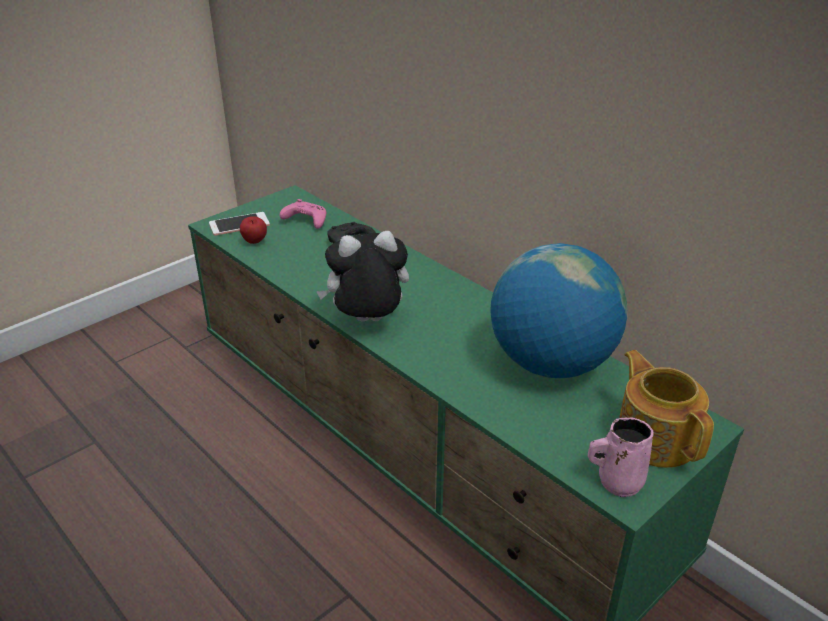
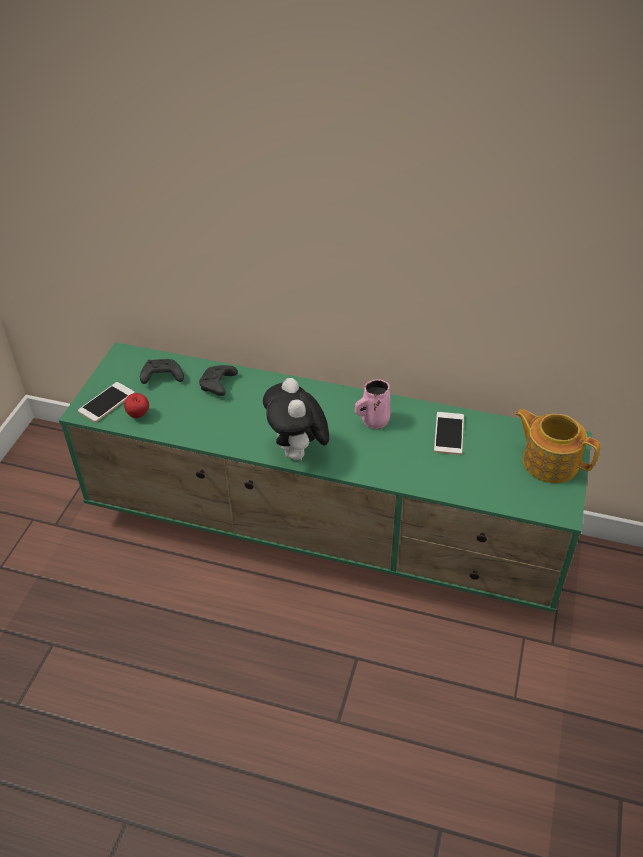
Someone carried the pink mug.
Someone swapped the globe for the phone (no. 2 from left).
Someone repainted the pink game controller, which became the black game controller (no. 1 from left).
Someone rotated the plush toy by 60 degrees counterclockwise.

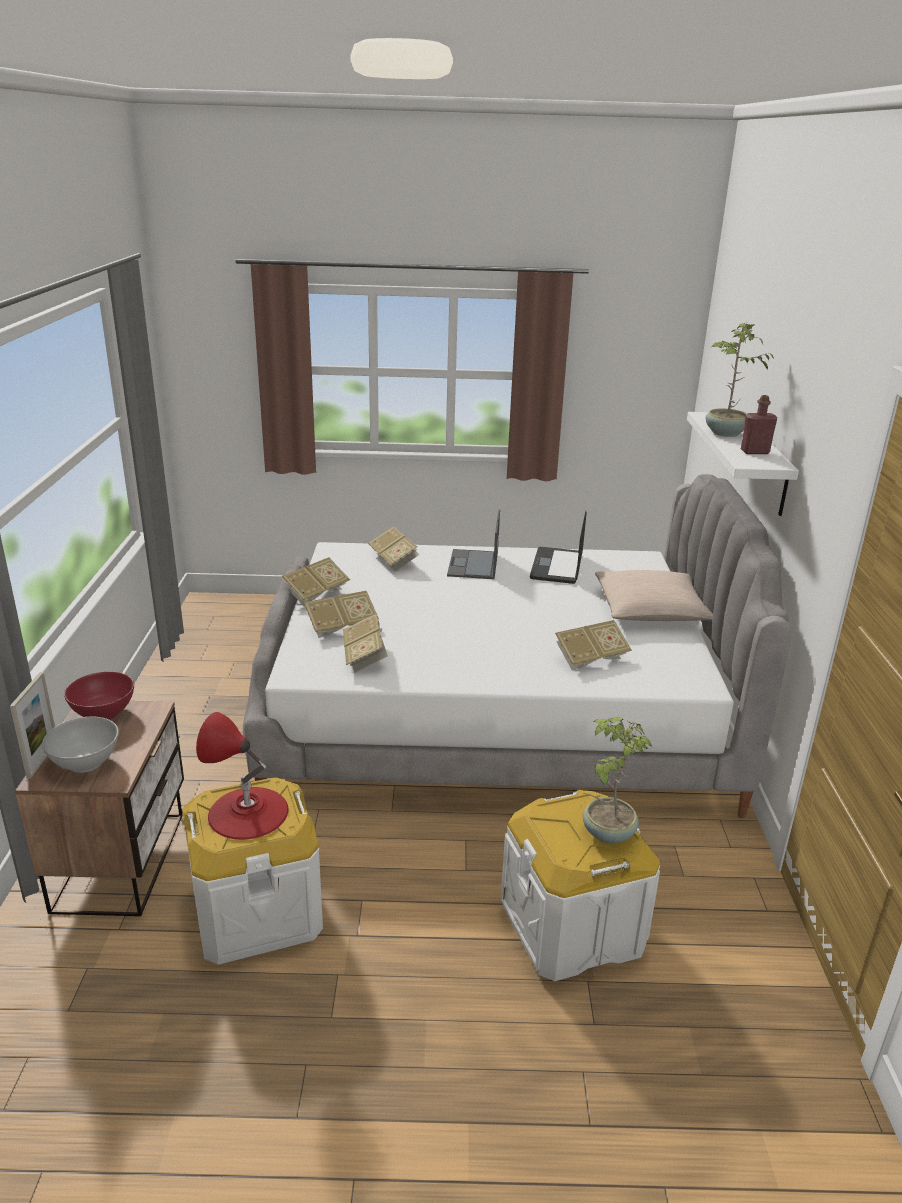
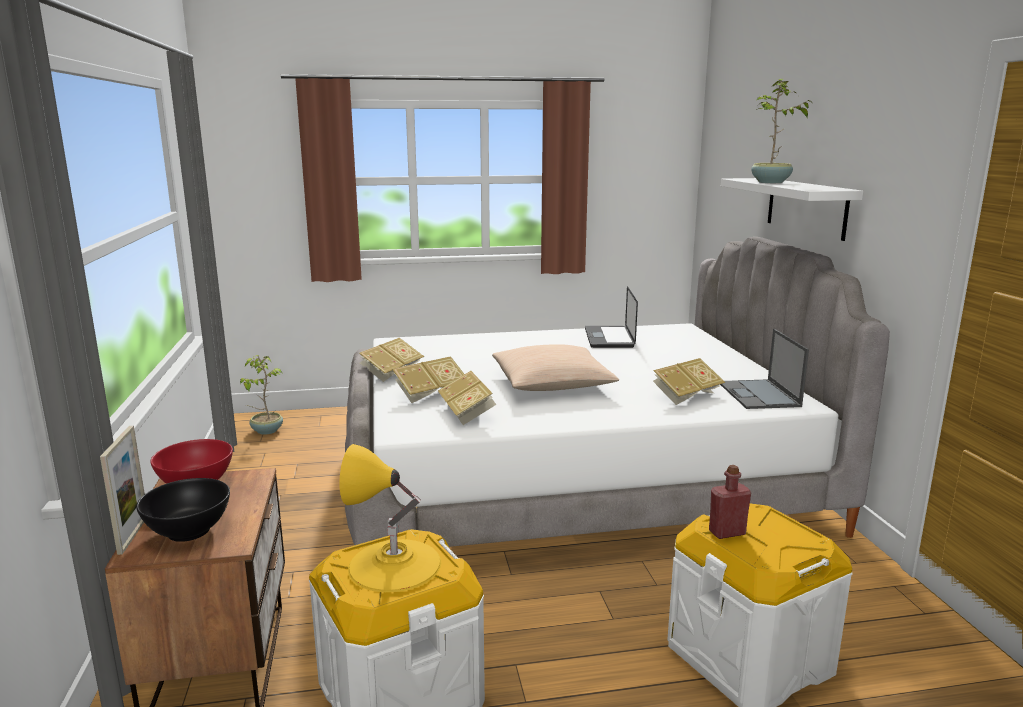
Someone took away the book (no. 4 from left).
Someone carried the laptop (no. 1 from left in the first image).
Someone carried the potted plant (no. 1 from left).
Someone carried the beige pillow.
Someone carried the red bottle.
Someone repainted the white bowl, which became the black bowl.
Someone repainted the red table lamp, which became the yellow table lamp.

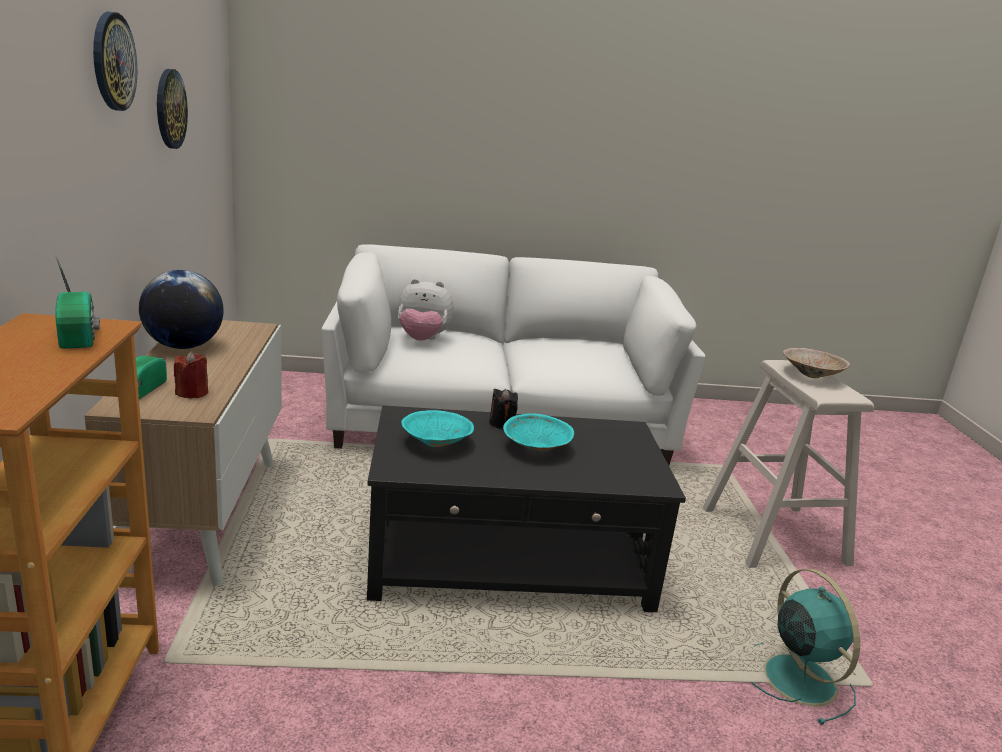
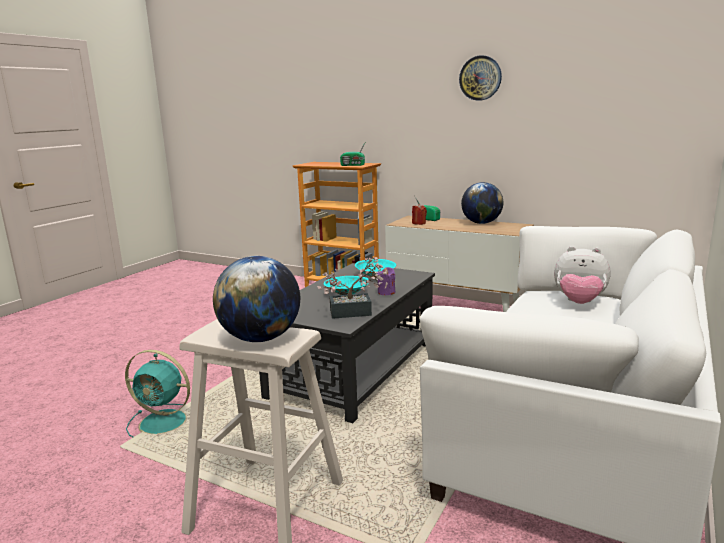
Someone took away the wall clock (no. 2 from left).
Someone put down the potted plant.
Someone swapped the beige bowl for the globe (no. 1 from left).
Someone repainted the black candle, which became the purple candle.
Someone rotated the plush toy by 105 degrees counterclockwise.

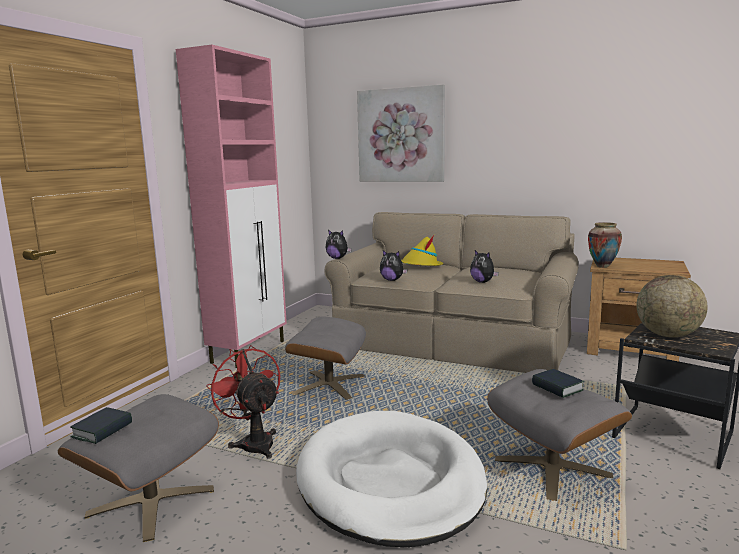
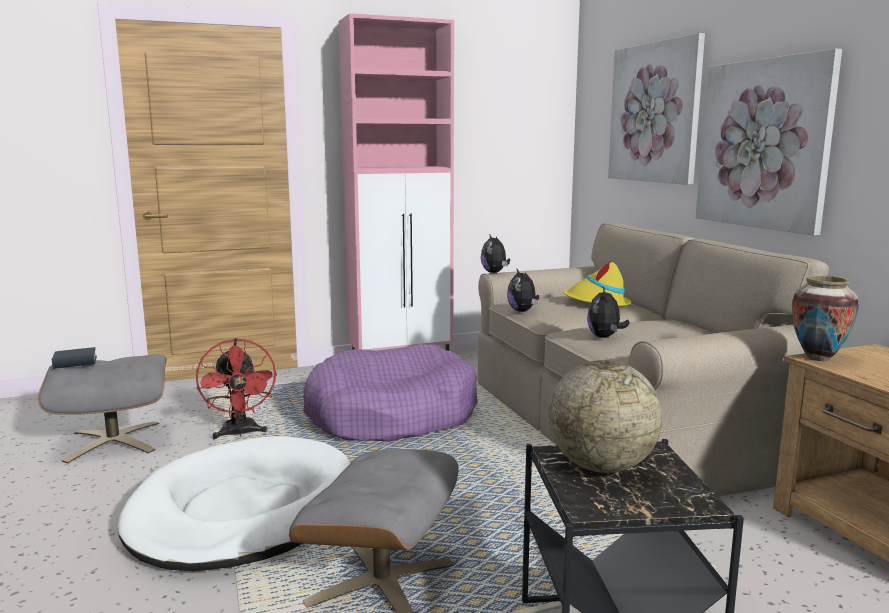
Someone took away the book (no. 2 from left).
Someone put up the picture (no. 2 from left).
Someone swapped the grey ottoman (no. 2 from left) for the purple dog bed.
Someone rotated the red fan by 150 degrees clockwise.

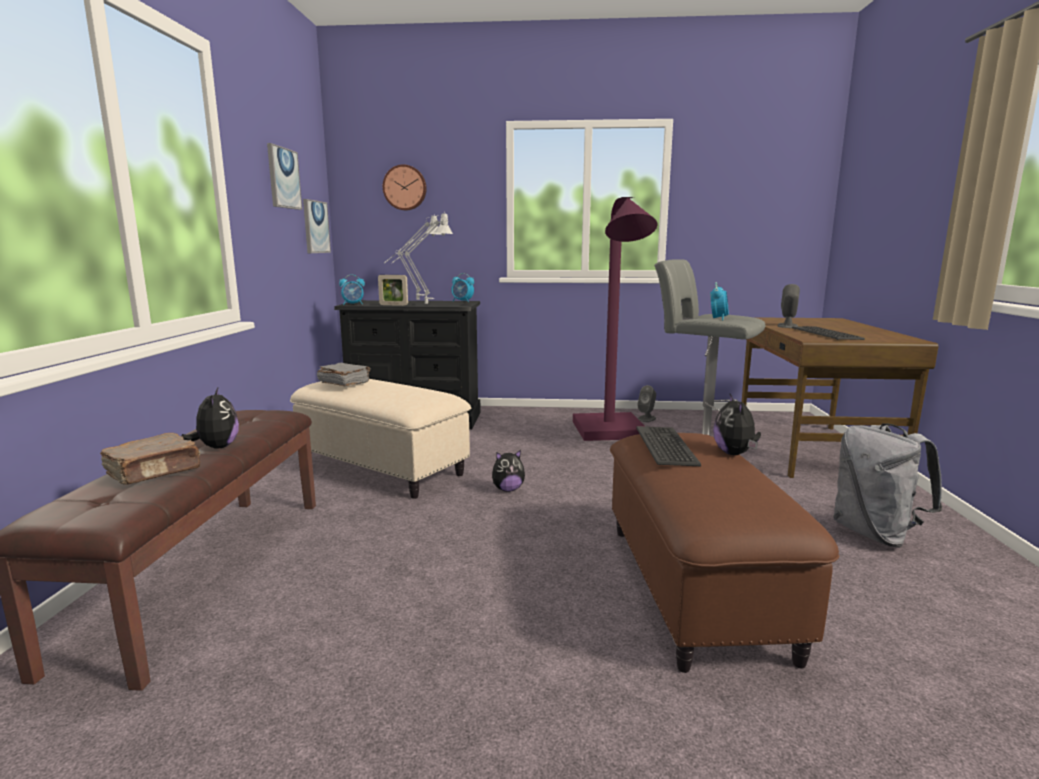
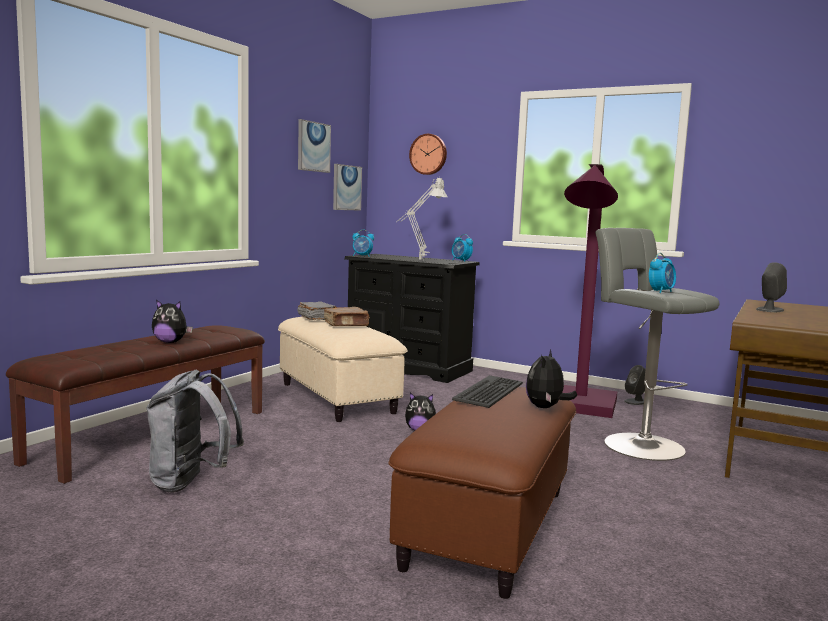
Someone took away the picture frame.
Someone took away the keyboard (no. 2 from left).
Someone carried the brown book.
Someone carried the grey backpack.
Someone rotated the plush toy (no. 1 from left) by 90 degrees clockwise.

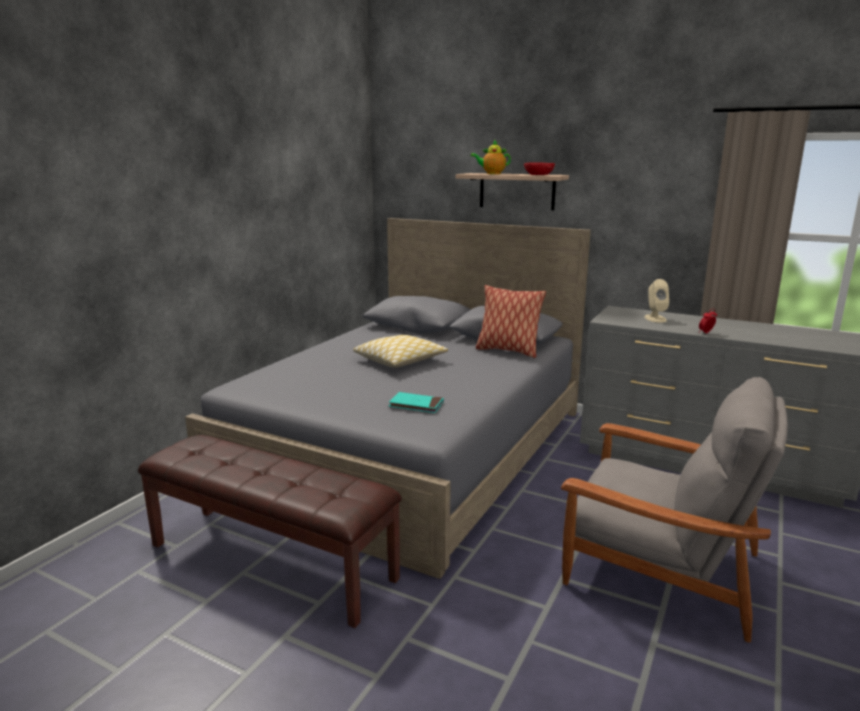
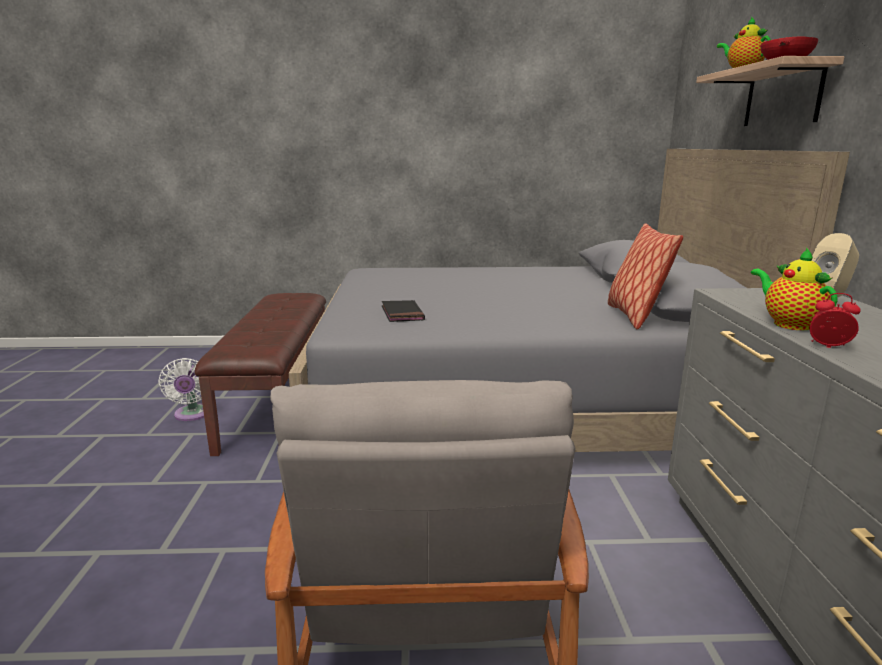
Someone took away the pillow (no. 1 from left).
Someone put down the white fan.
Someone put down the teapot (no. 2 from left).
Someone repainted the turquoise book, which became the black book.

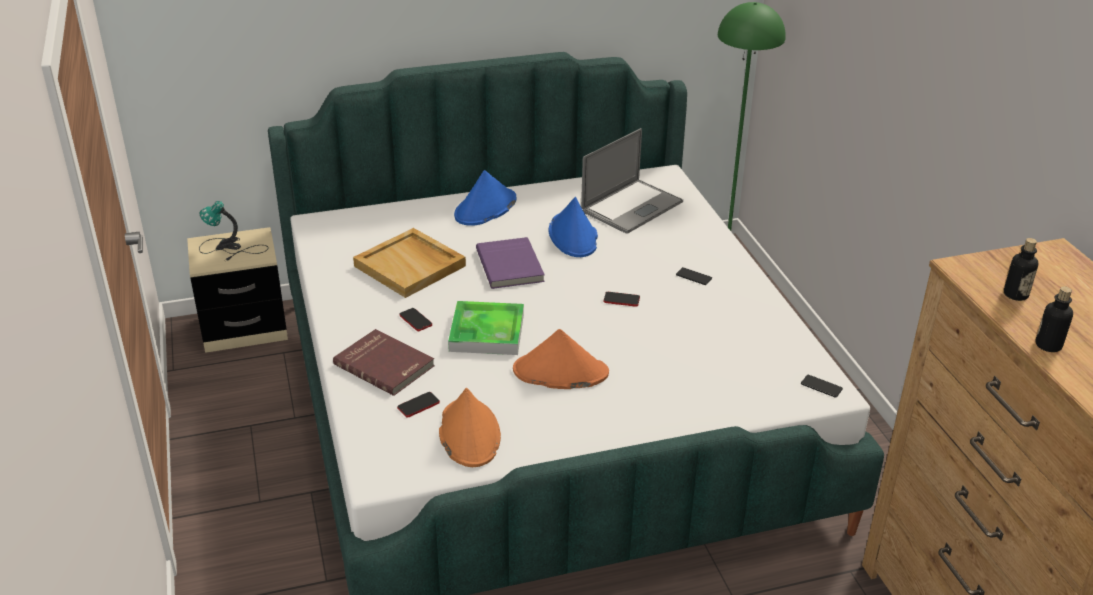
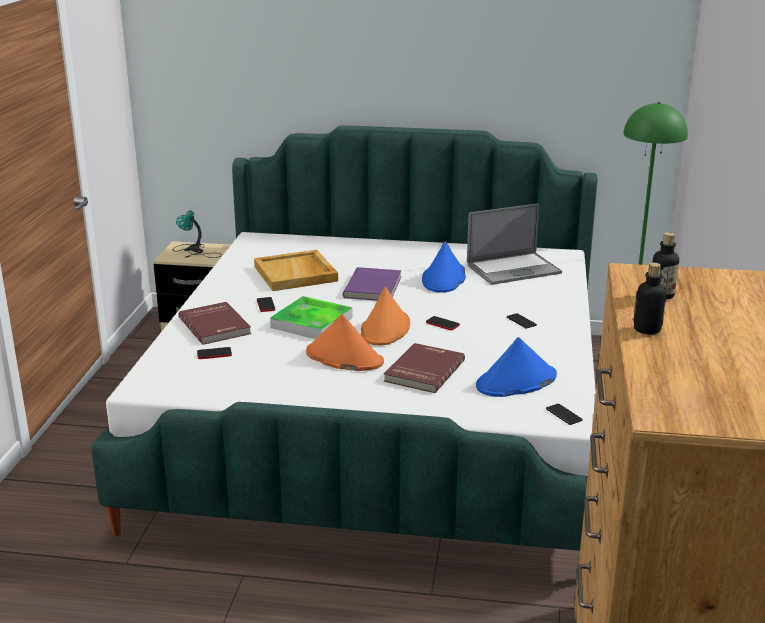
Someone put down the red book (no. 2 from left).
Someone carried the orange hat (no. 1 from left in the first image).
Someone carried the blue hat (no. 1 from left in the first image).

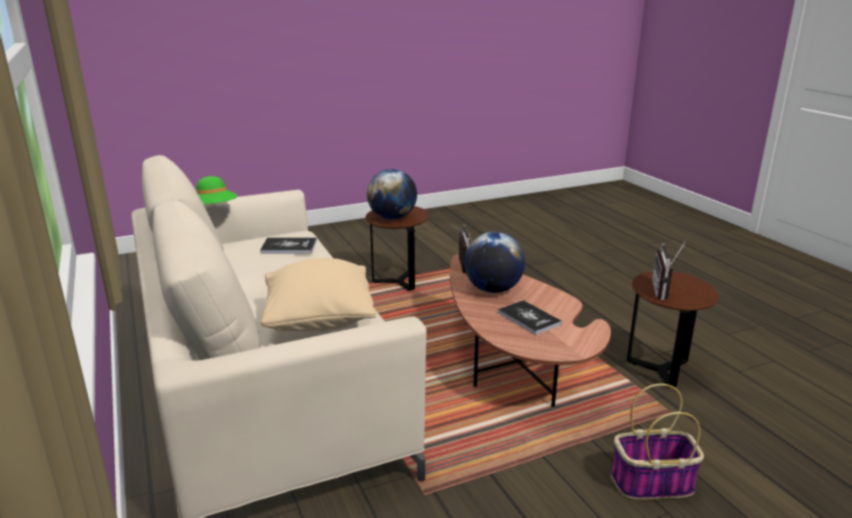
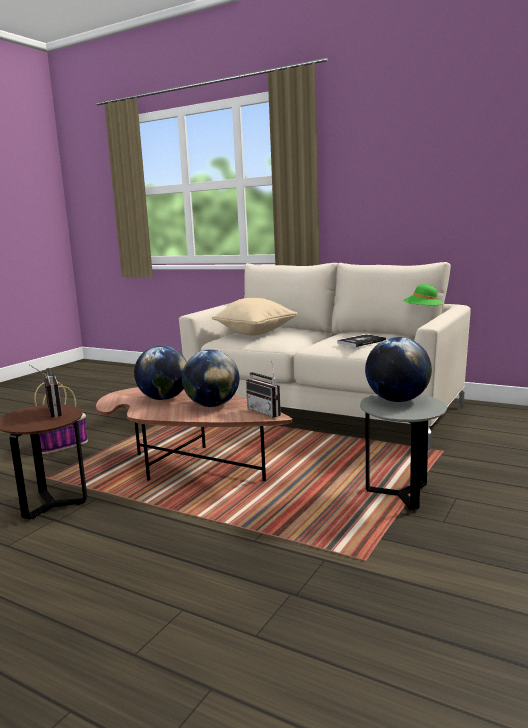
Someone swapped the book (no. 2 from left) for the globe (no. 1 from left).
Someone repainted the brown side table (no. 1 from left), which became the grey side table.

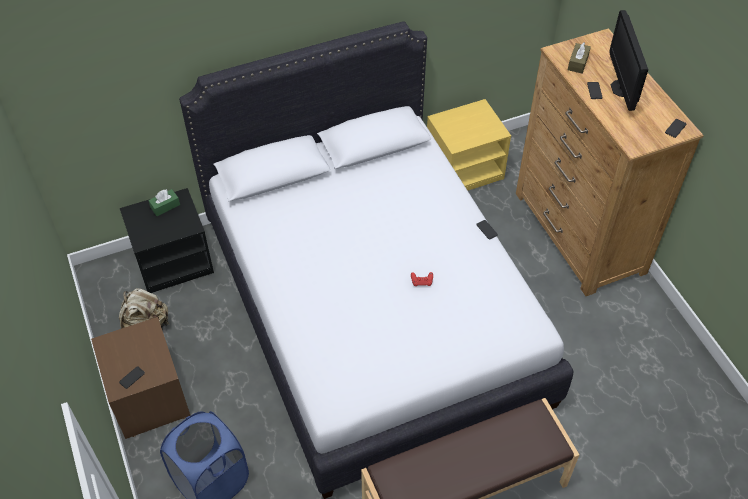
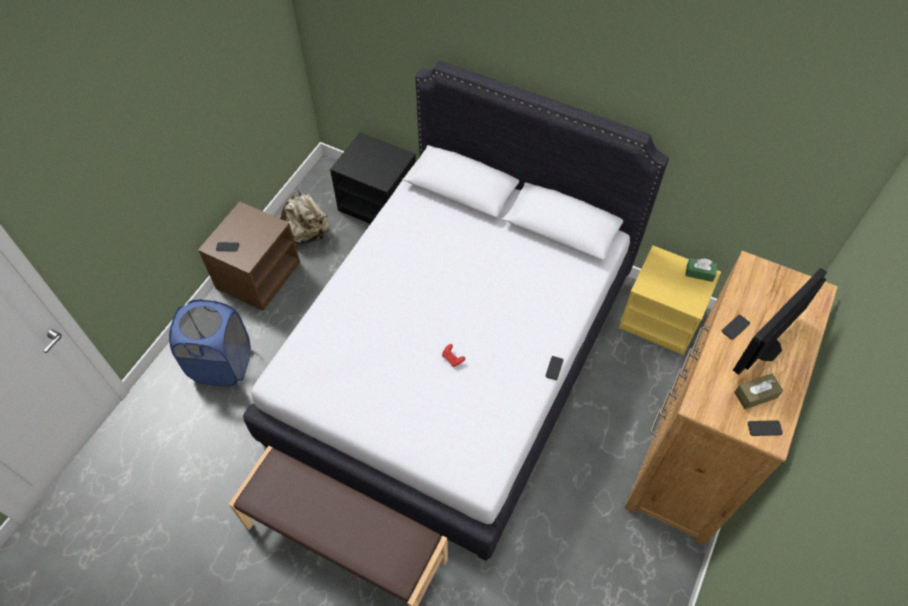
Someone carried the green tissue box.
Someone carried the brown tissue box.

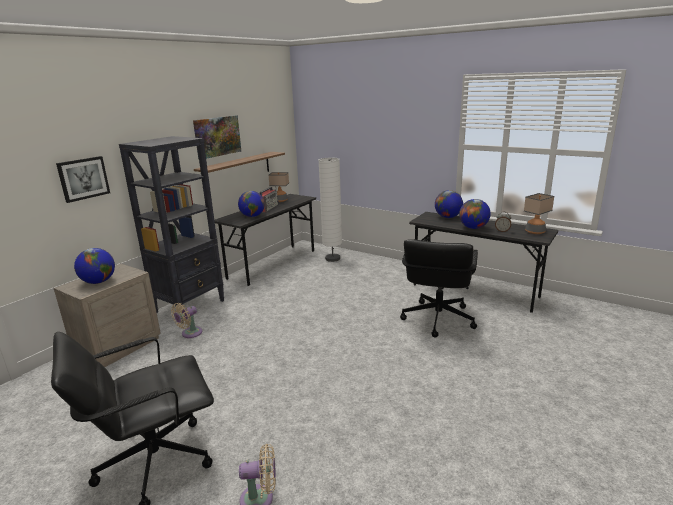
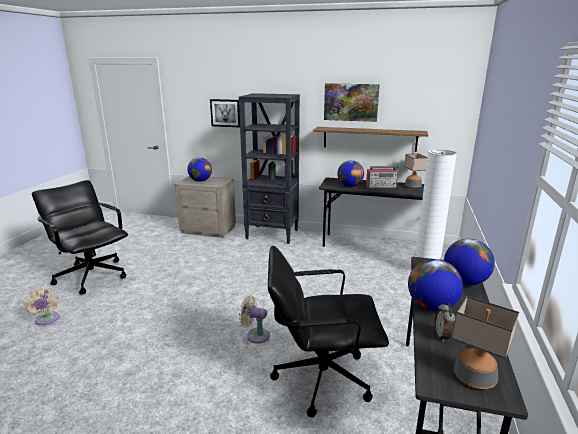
Someone carried the beige fan (no. 1 from left in the first image).

